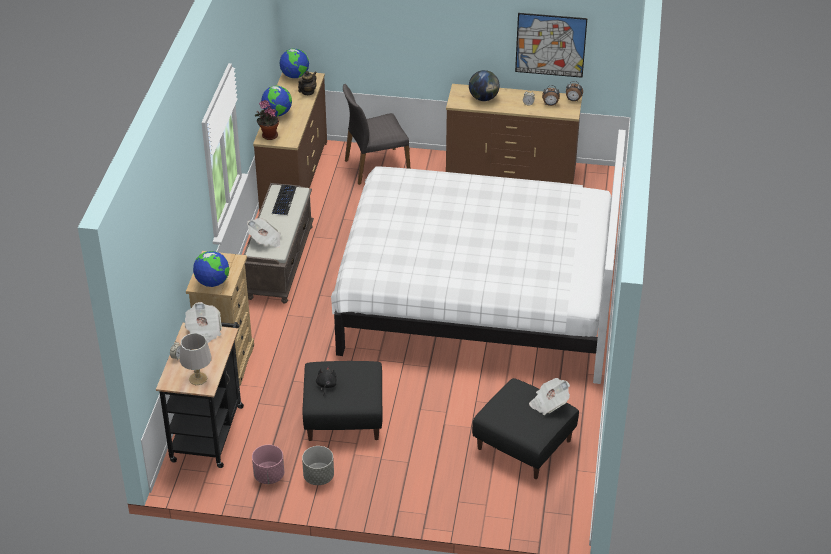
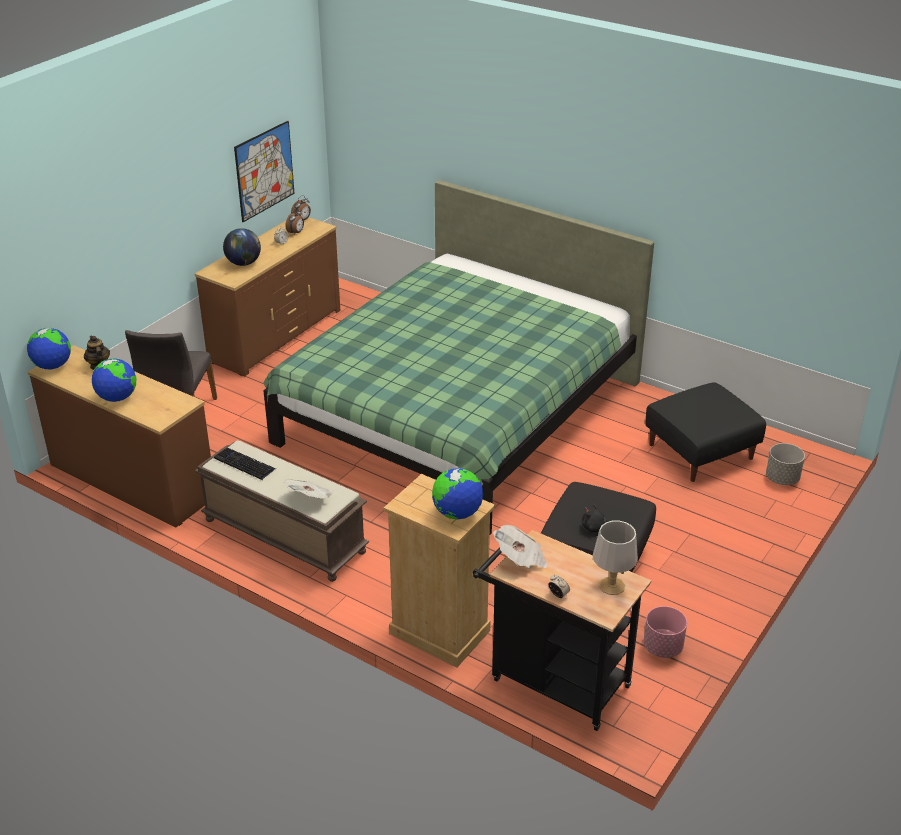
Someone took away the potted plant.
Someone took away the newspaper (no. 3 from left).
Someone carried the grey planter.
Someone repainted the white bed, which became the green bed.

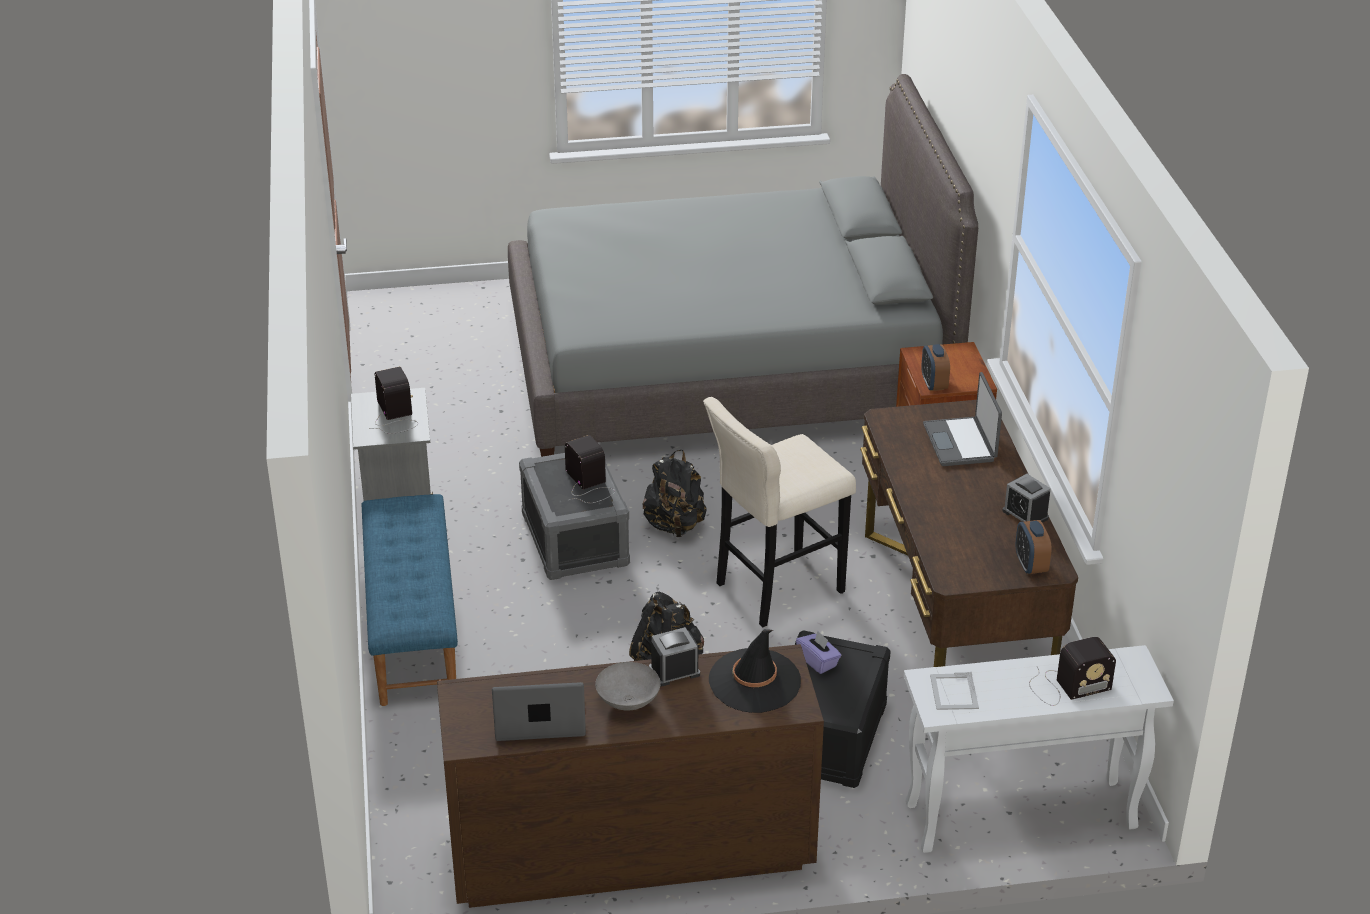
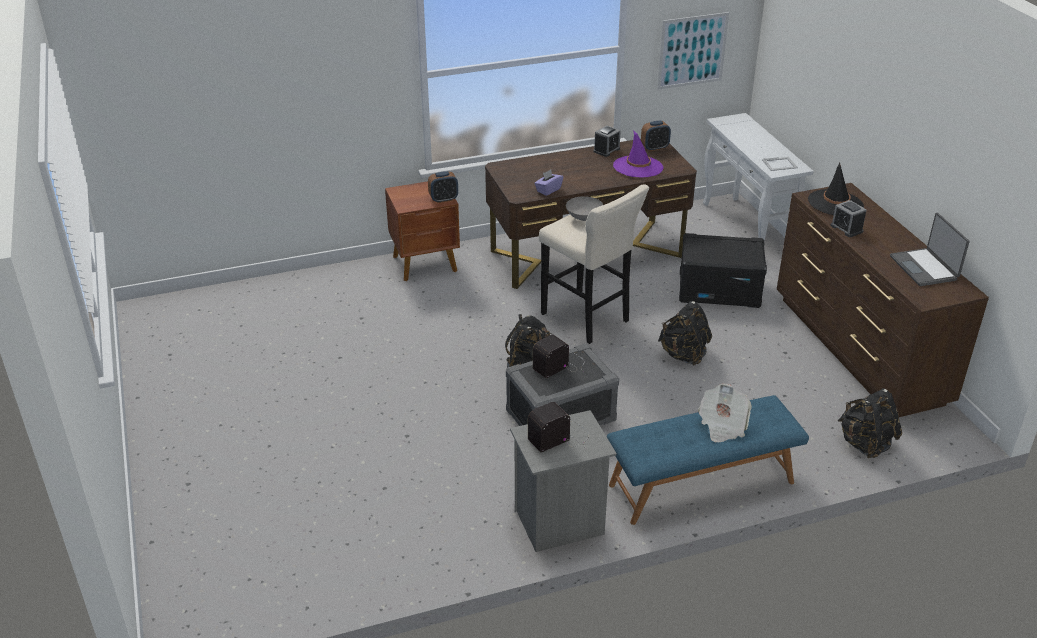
Someone took away the grey bed.
Someone took away the laptop (no. 2 from left).
Someone took away the radio (no. 3 from left).
Someone put down the purple hat.
Someone put up the picture.
Someone put down the newspaper.
Someone put down the black backpack (no. 3 from left).
Someone carried the grey bowl.
Someone carried the purple tissue box.

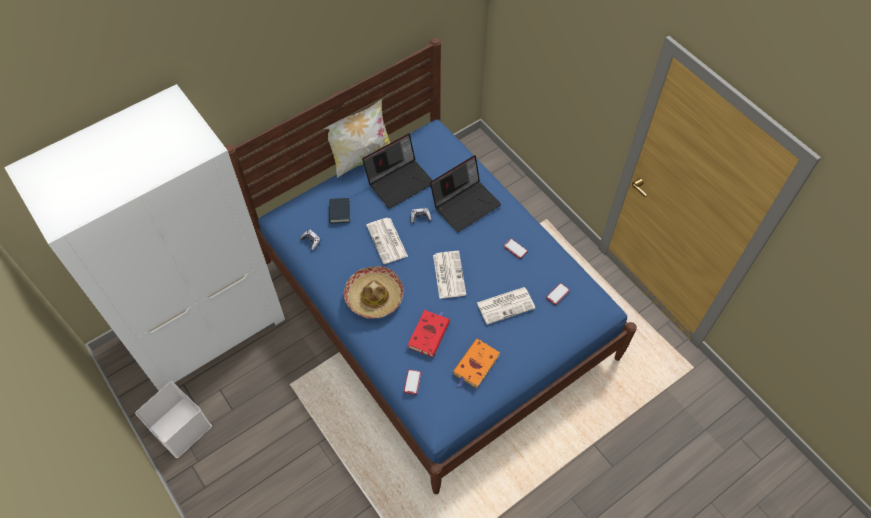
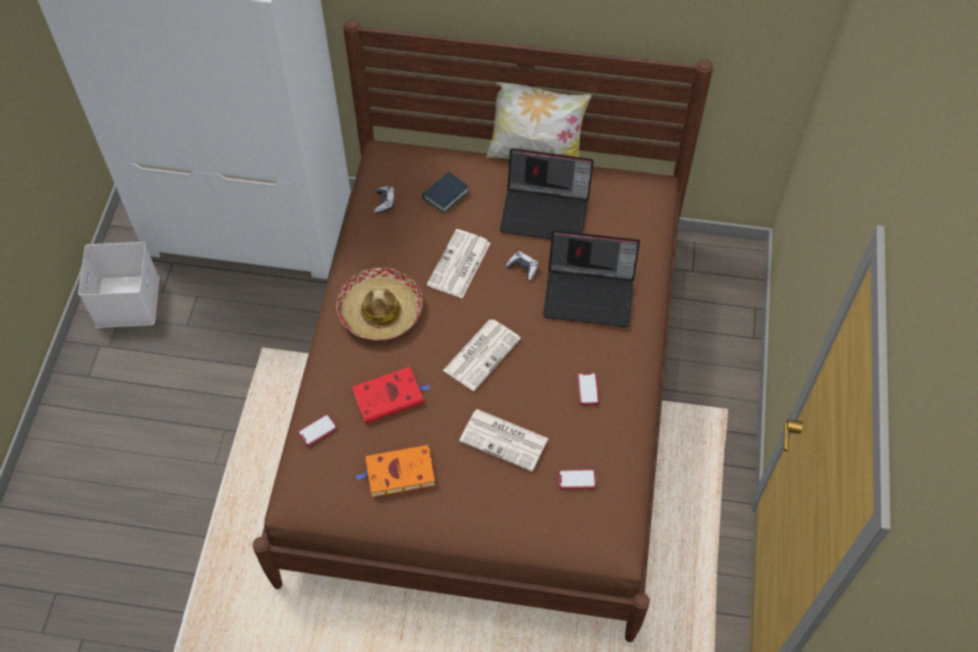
Someone repainted the blue bed, which became the brown bed.

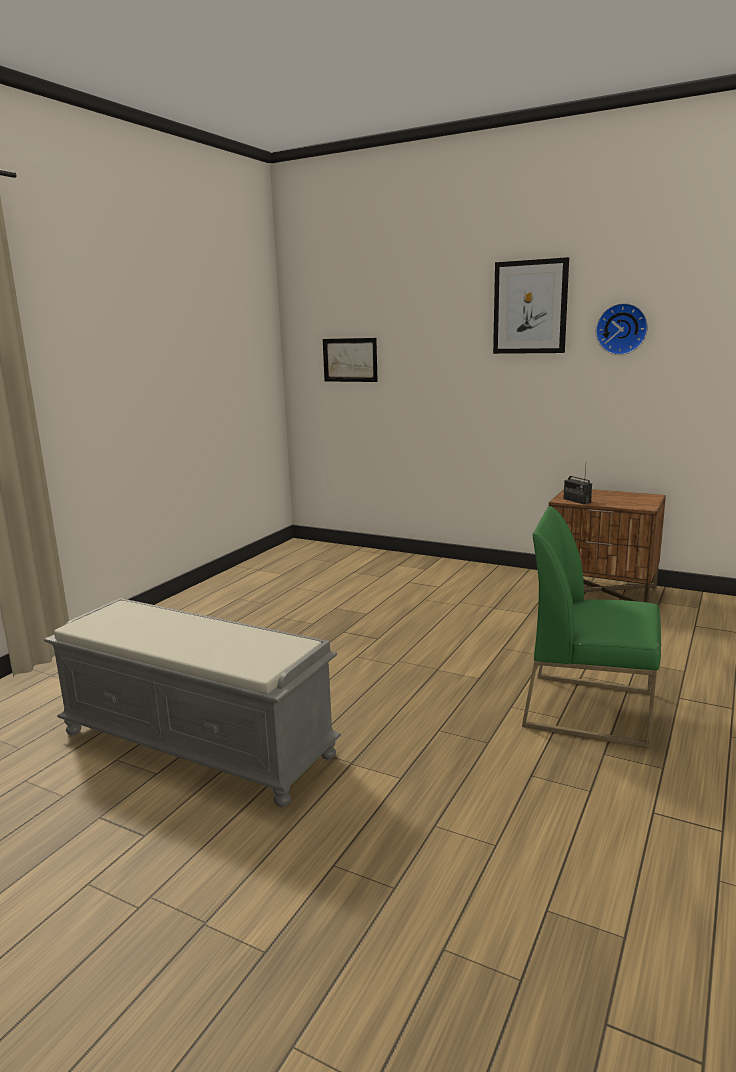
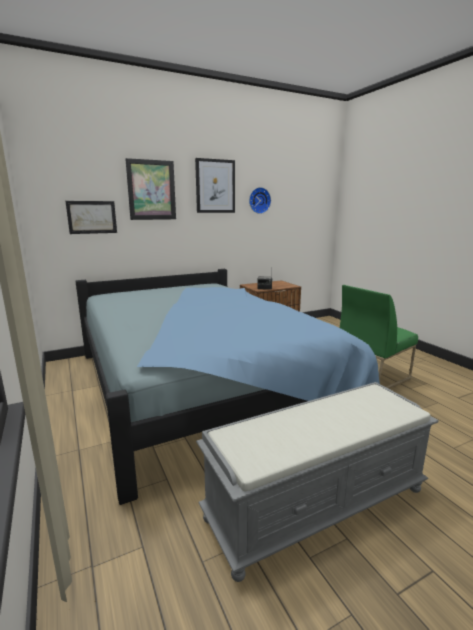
Someone put down the blue bed.
Someone put up the picture (no. 2 from left).

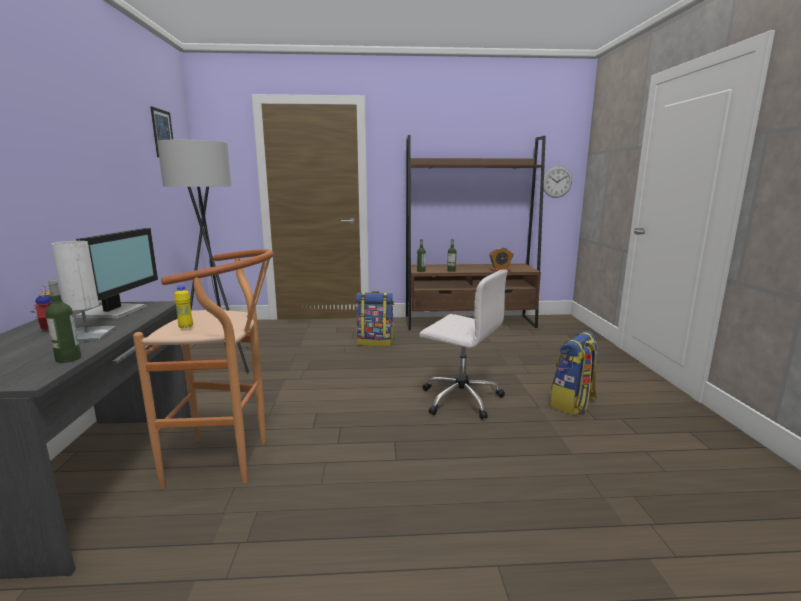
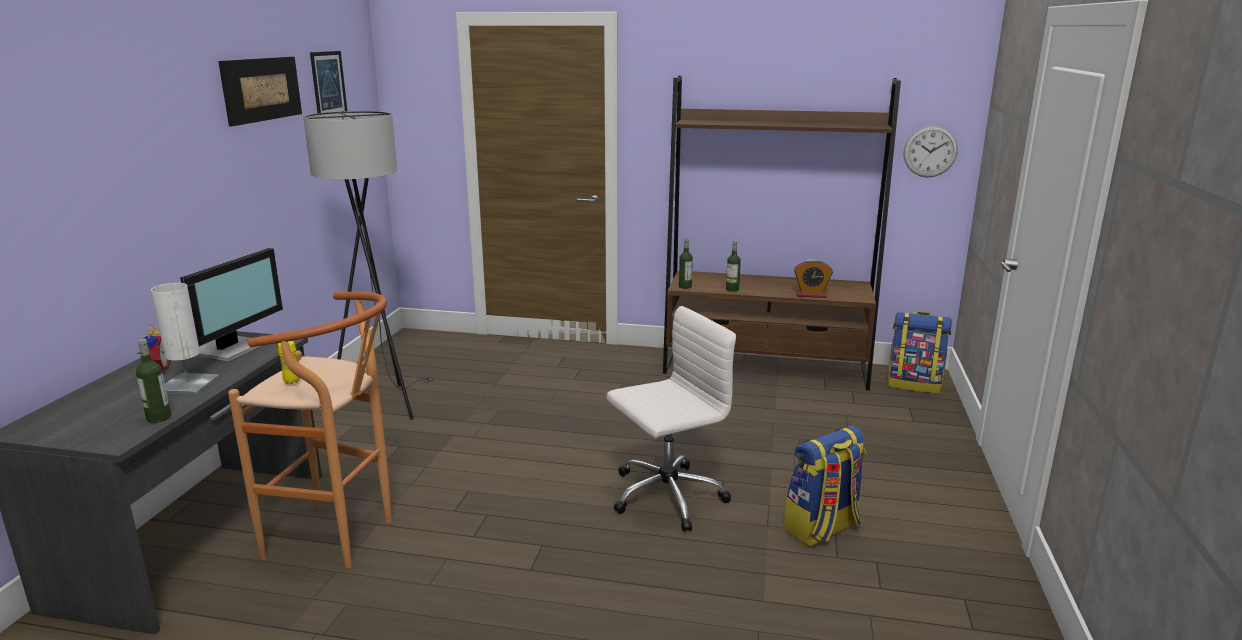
Someone put up the picture (no. 1 from left).
Someone carried the backpack (no. 1 from left in the first image).
Someone rotated the white office chair by 75 degrees counterclockwise.

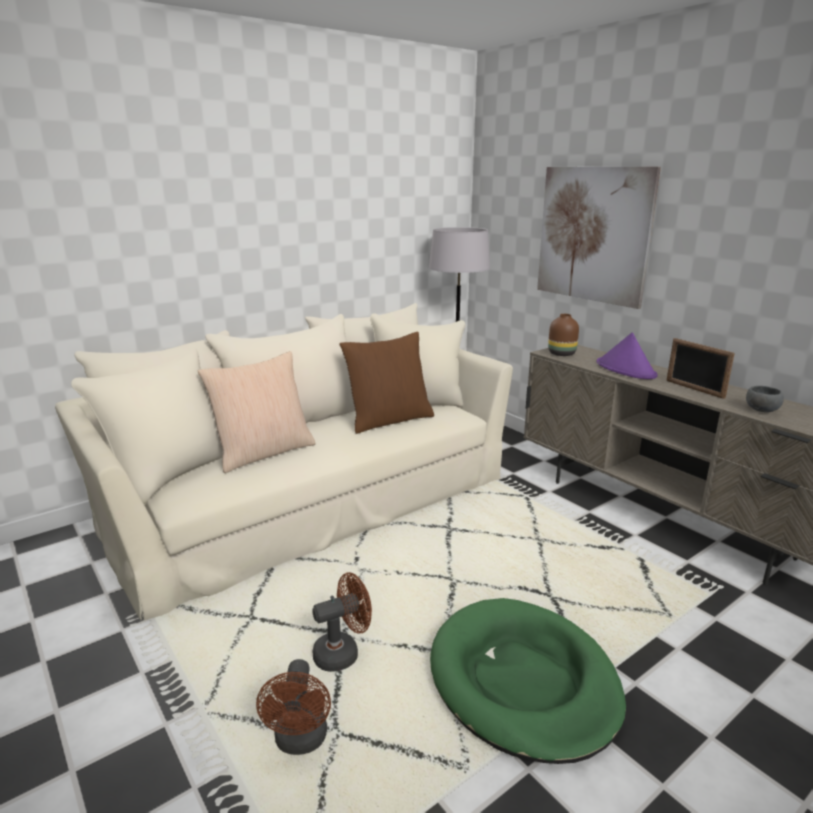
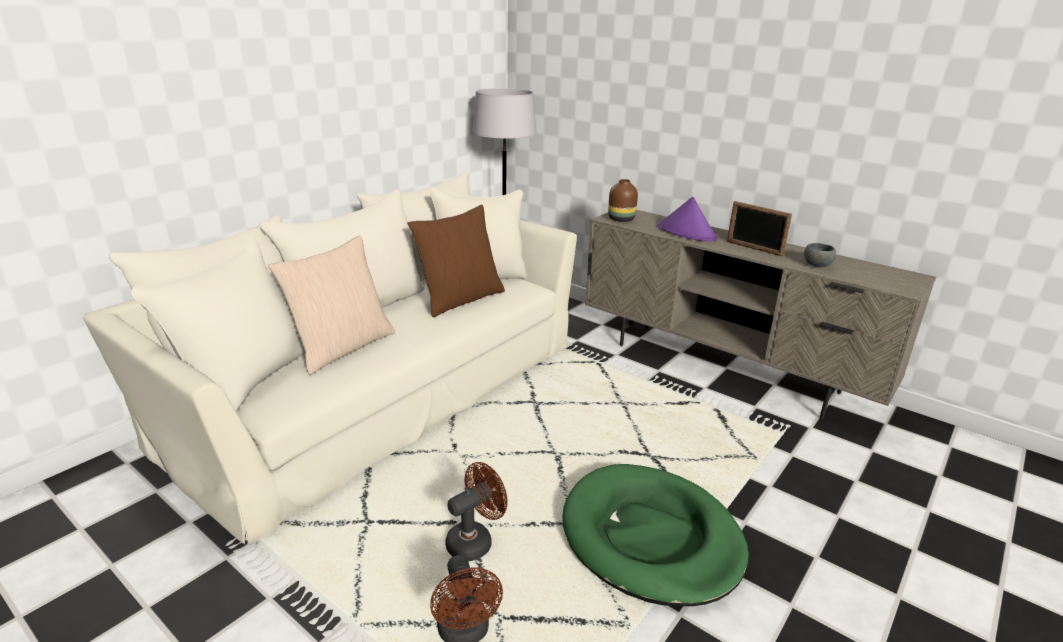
Someone took away the picture.

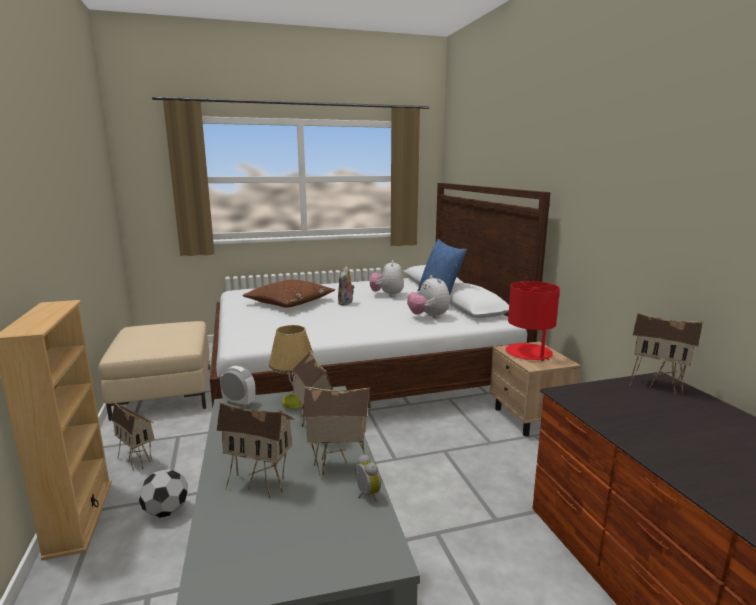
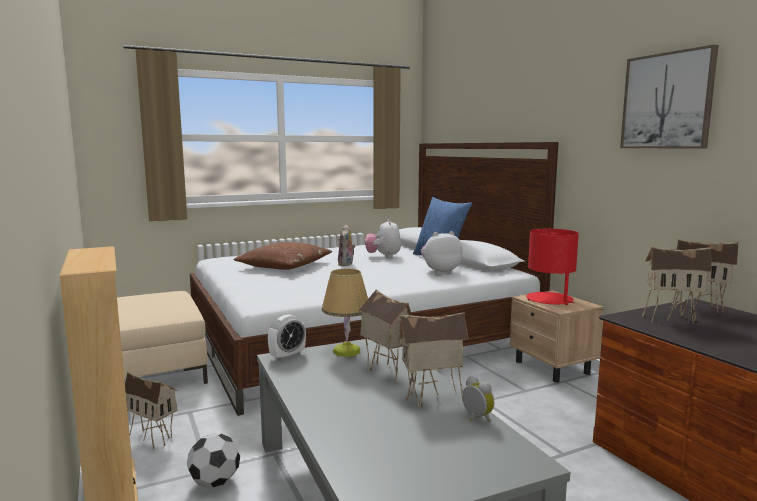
Someone put up the picture.
Someone carried the toy house (no. 2 from left in the first image).
Someone rotated the alarm clock (no. 1 from left) by 120 degrees clockwise.
Someone rotated the plush toy (no. 3 from left) by 105 degrees clockwise.

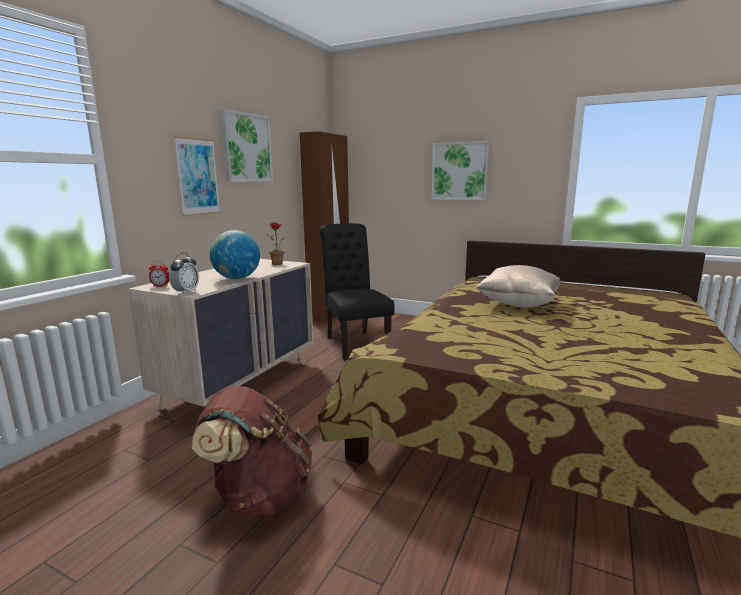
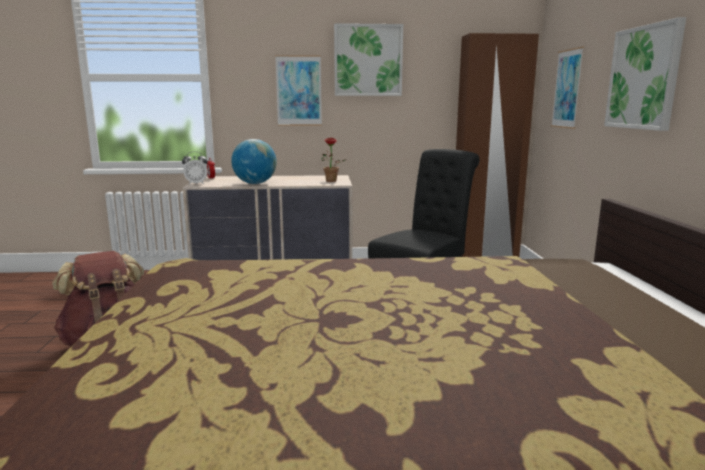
Someone took away the beige pillow.
Someone put up the picture (no. 3 from left).

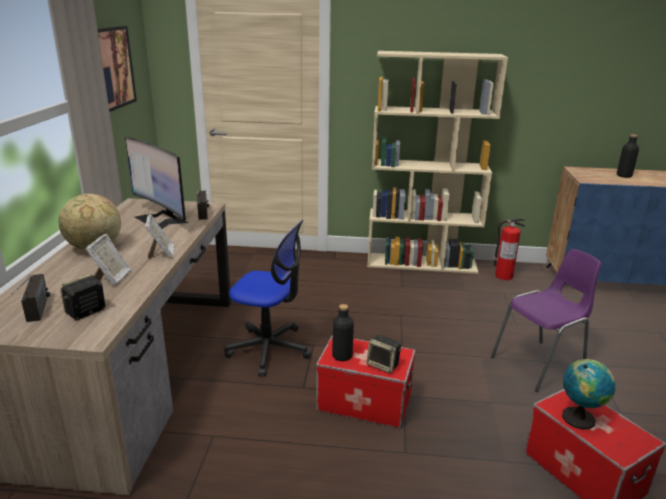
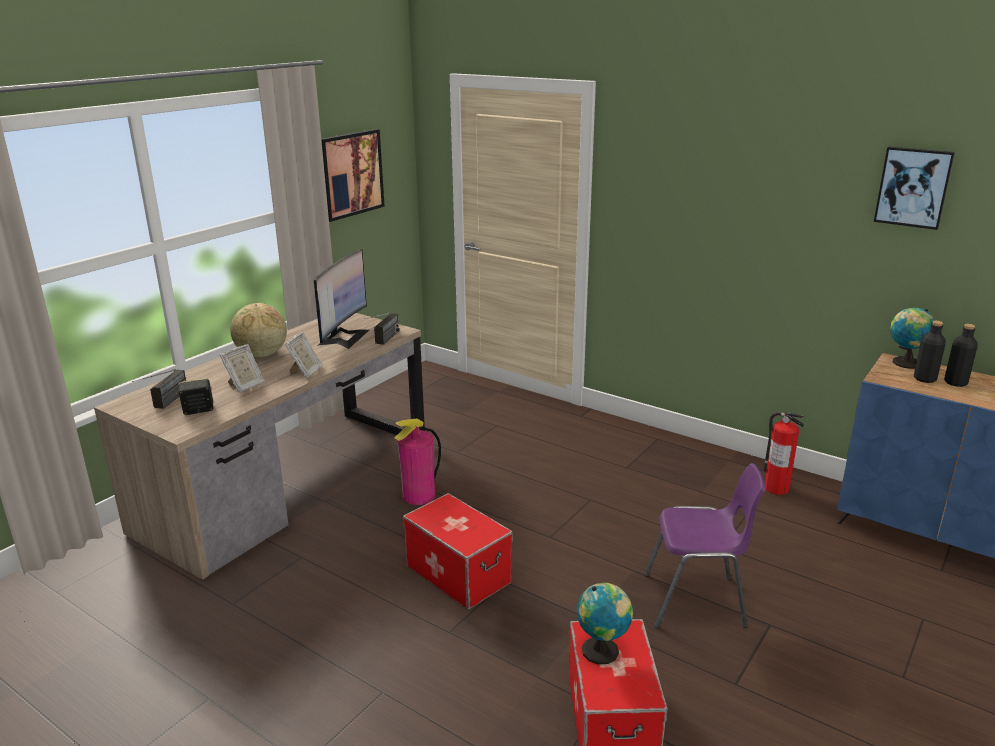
Someone took away the beige bookcase.
Someone took away the speaker (no. 2 from left).
Someone put up the picture (no. 2 from left).
Someone put down the globe (no. 3 from left).
Someone carried the black bottle (no. 1 from left).
Someone swapped the office chair for the fire extinguisher (no. 1 from left).
Someone rotated the monitor by 150 degrees counterclockwise.

